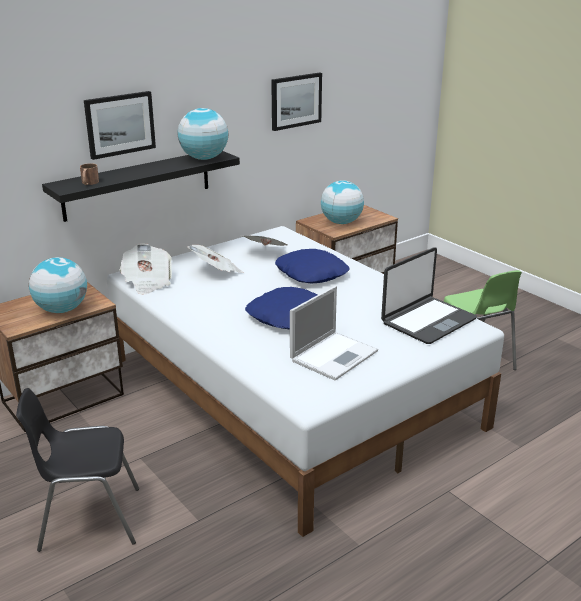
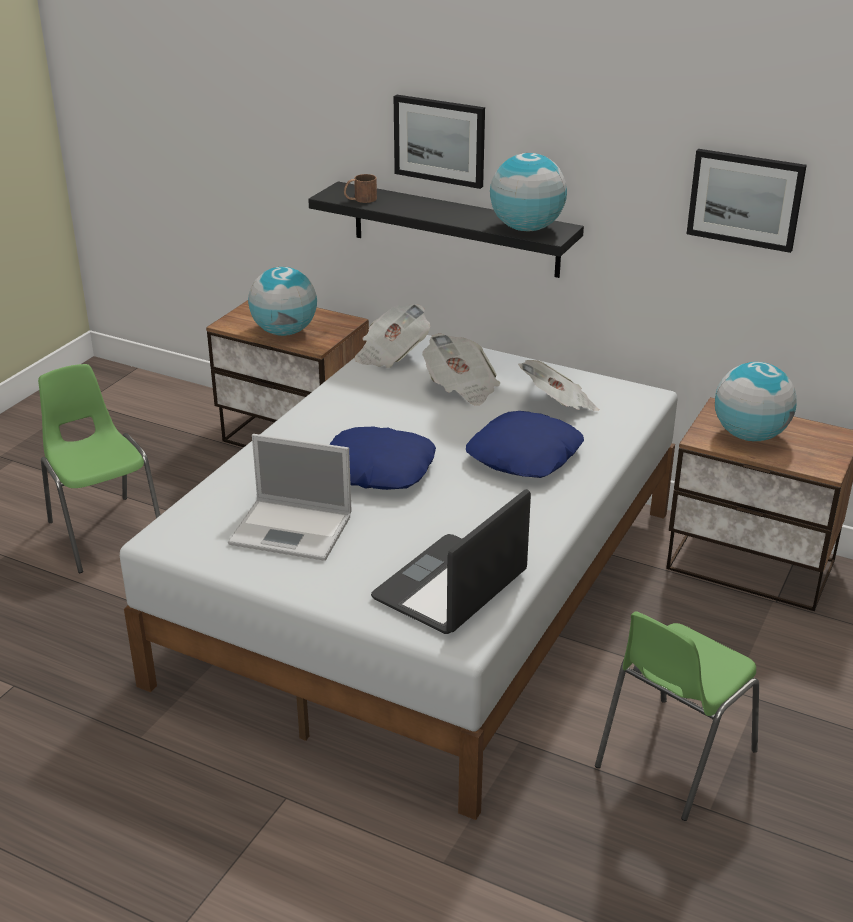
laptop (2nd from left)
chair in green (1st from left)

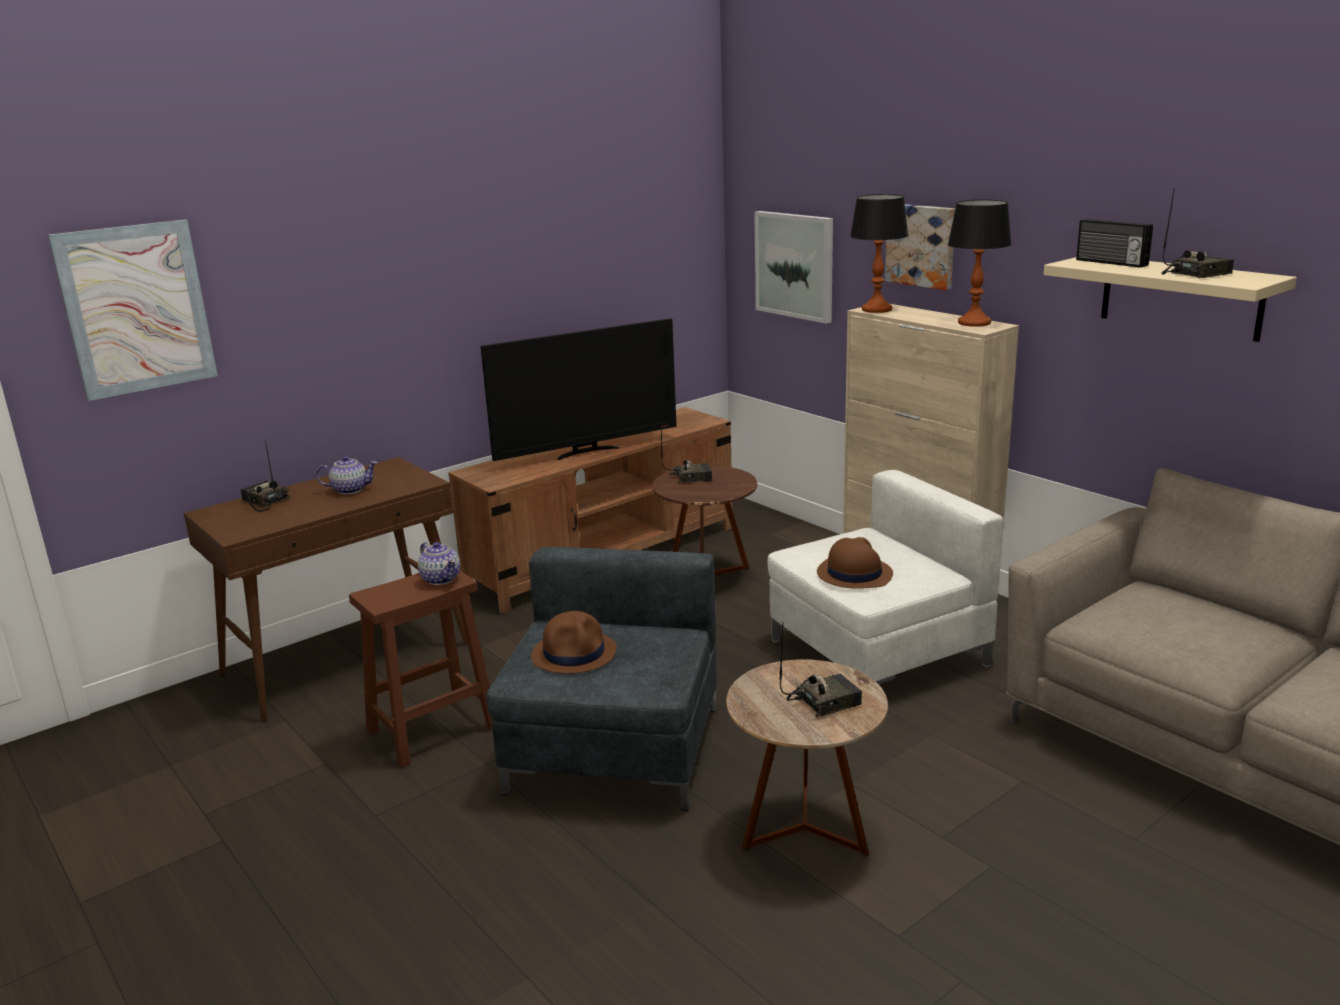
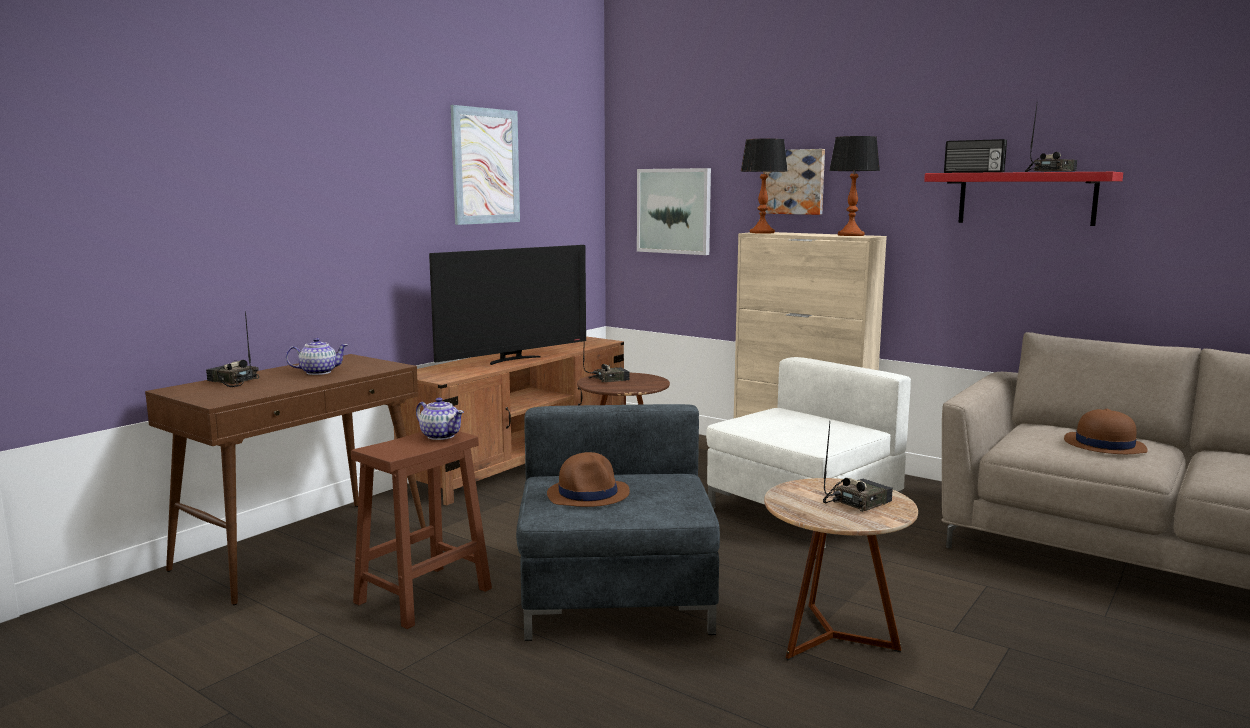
picture (1st from left)
shelf in red
hat in brown (2nd from left)

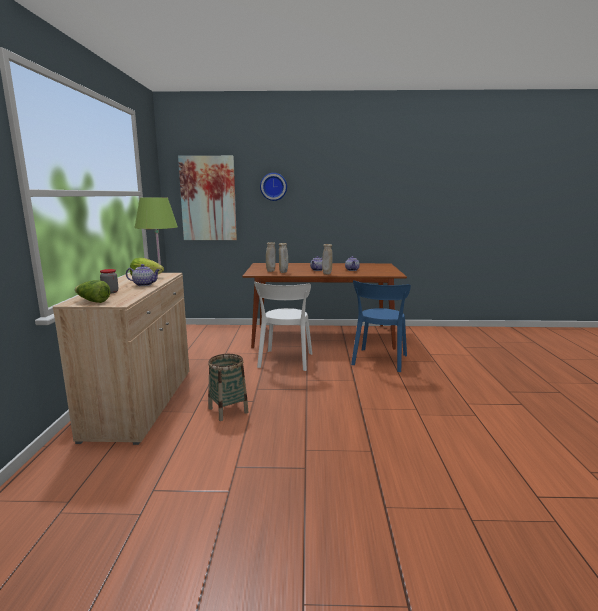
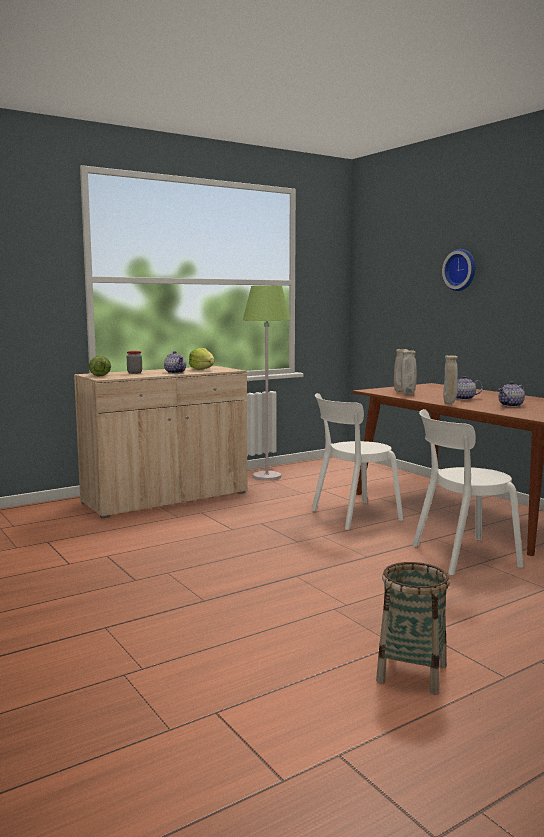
picture
chair in white (2nd from left)
basket

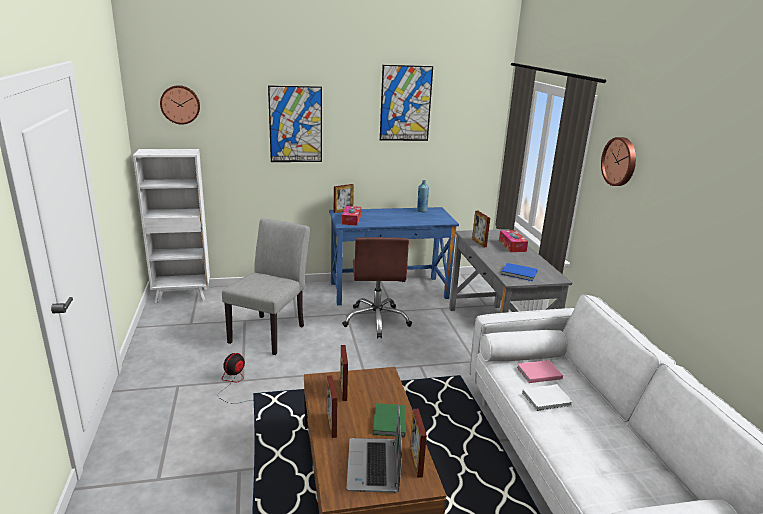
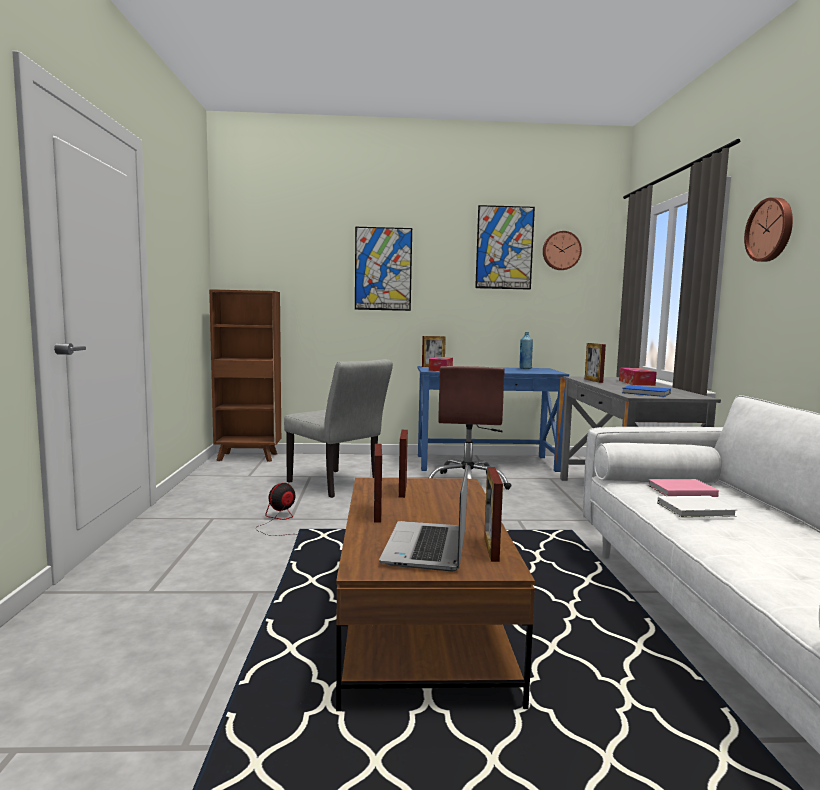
wall clock (1st from left)
bookcase in brown
chair in grey
book in green

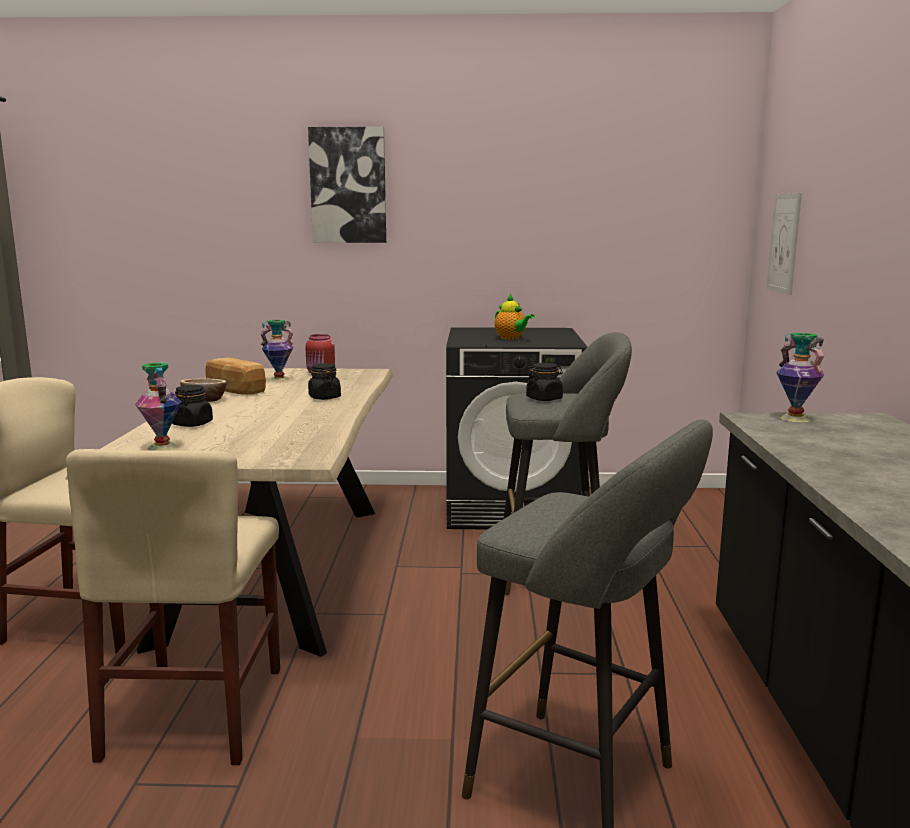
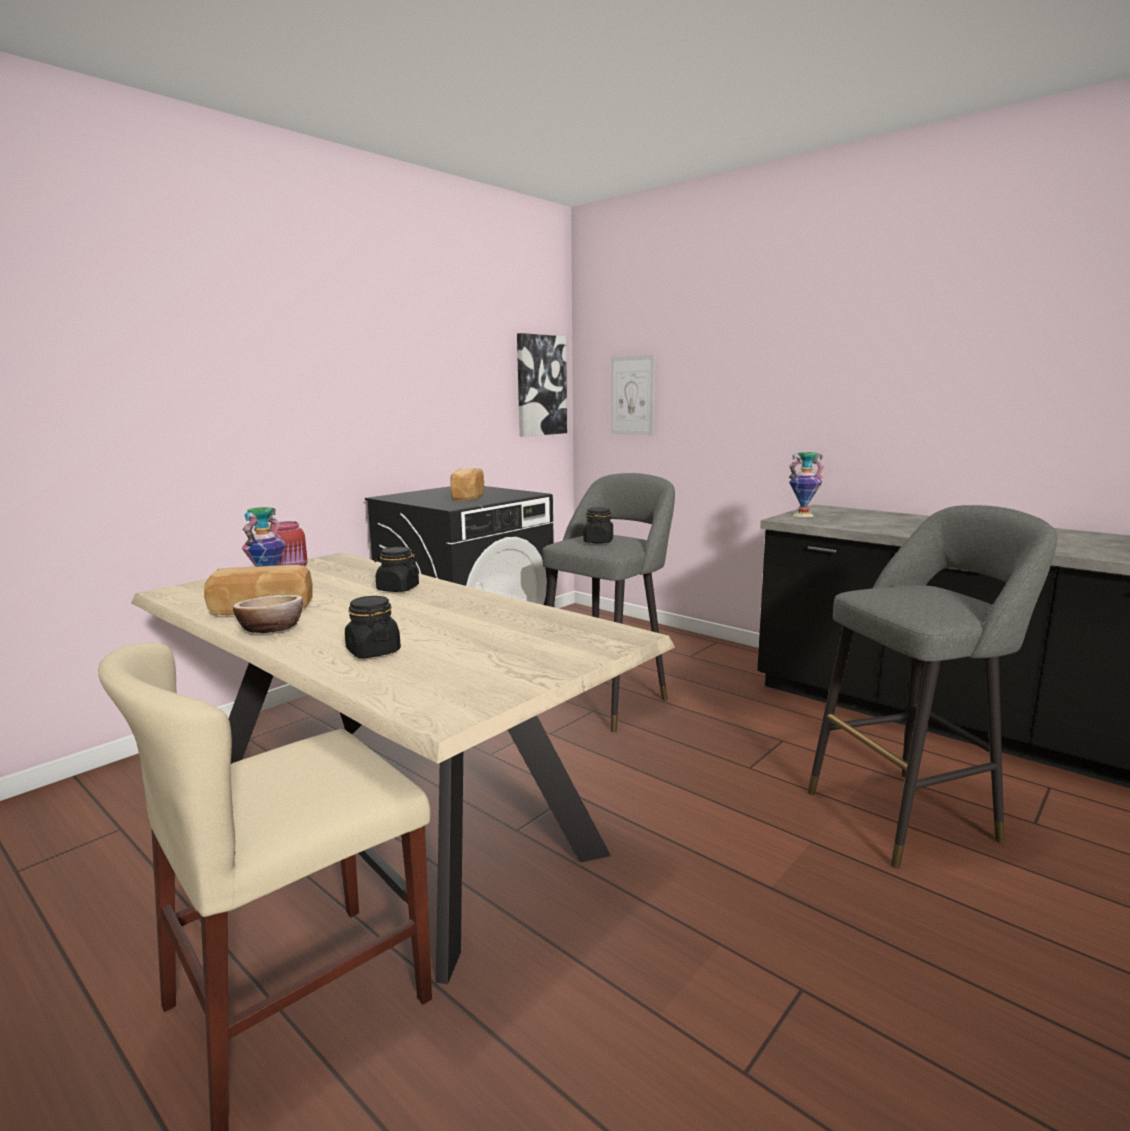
picture (1st from left)
bread (2nd from left)
vase (1st from left in the first image)
chair in beige (2nd from left in the first image)

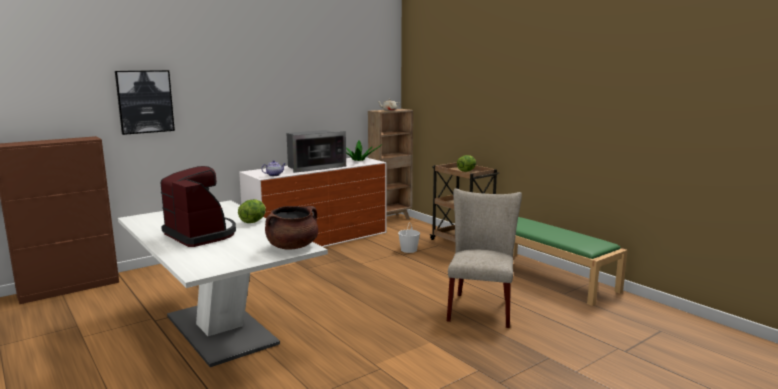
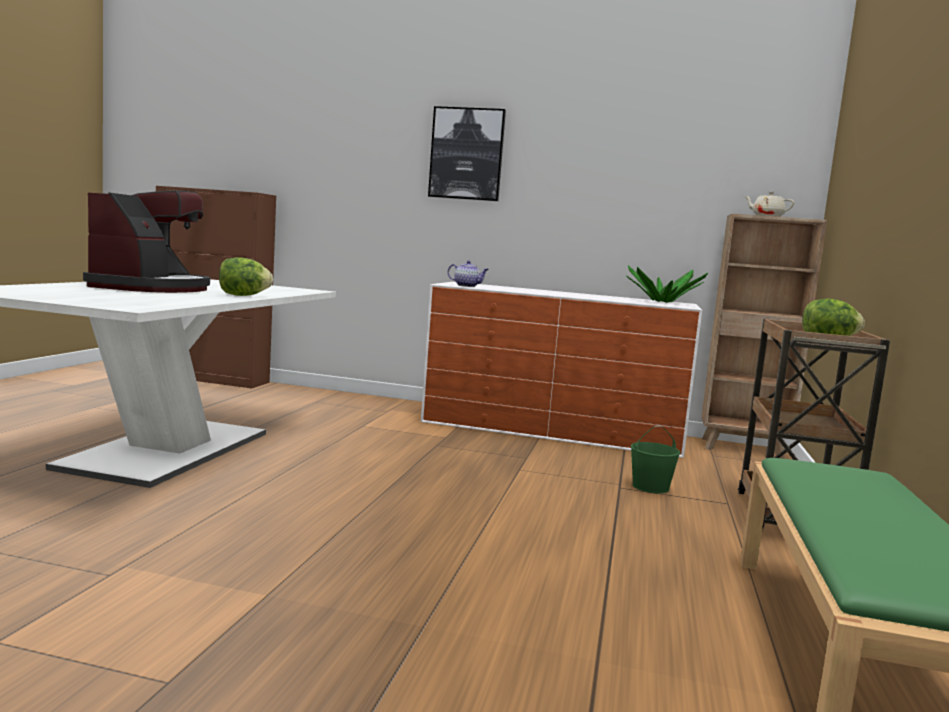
picture
microwave
chair in beige
cooking pot in brown
bucket in green

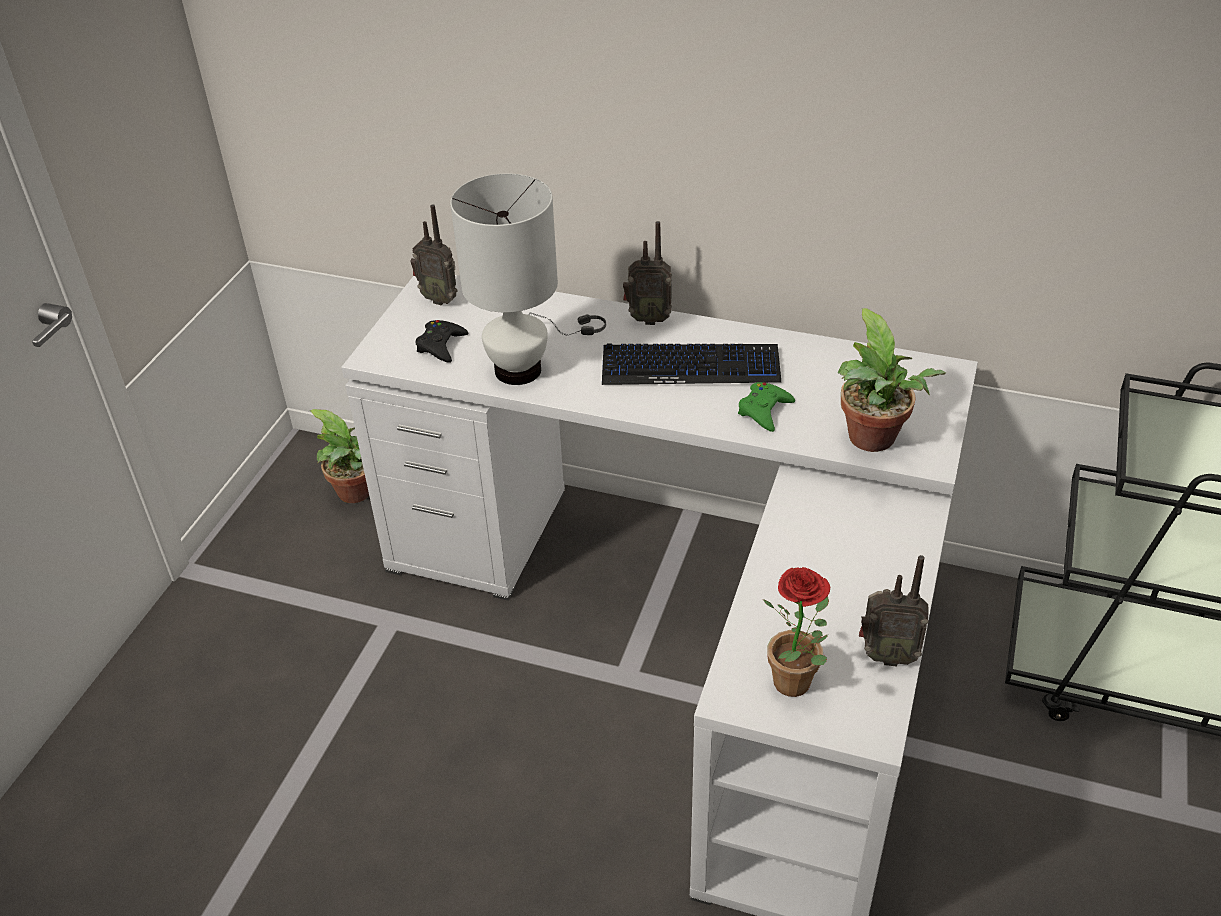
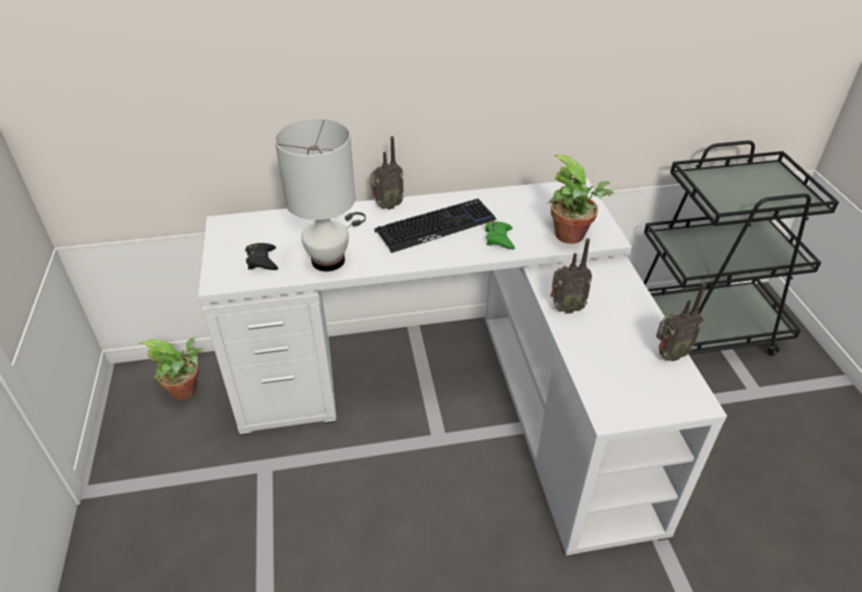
radio (2nd from left)
potted plant (2nd from left in the first image)

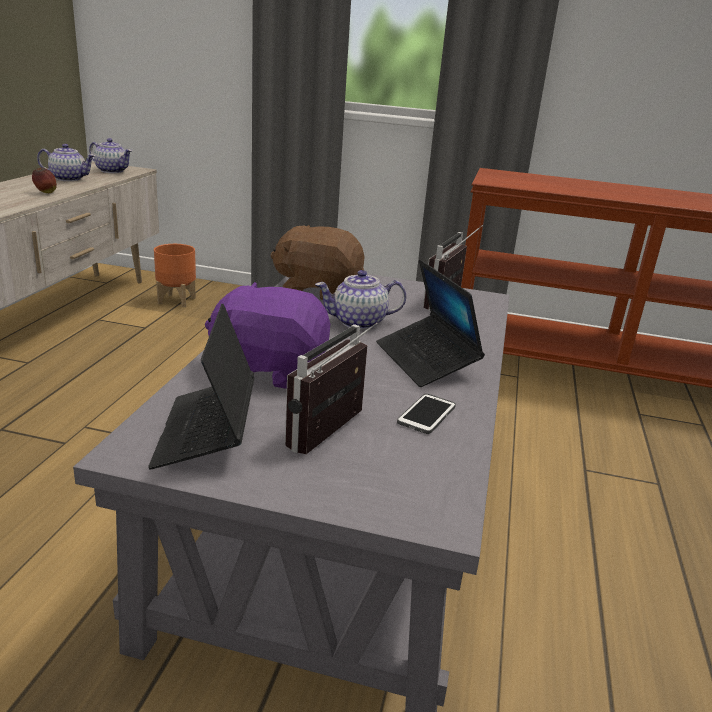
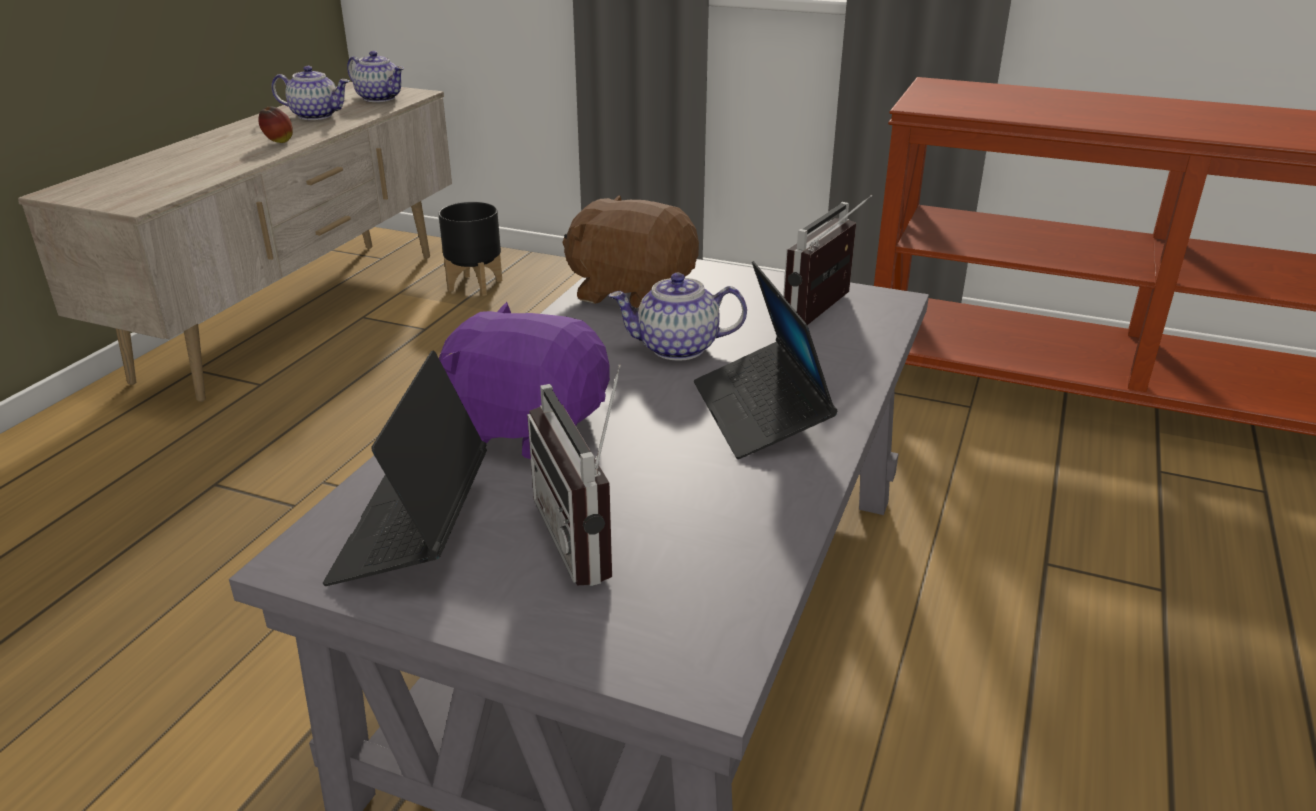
planter in black
radio (1st from left)
phone

